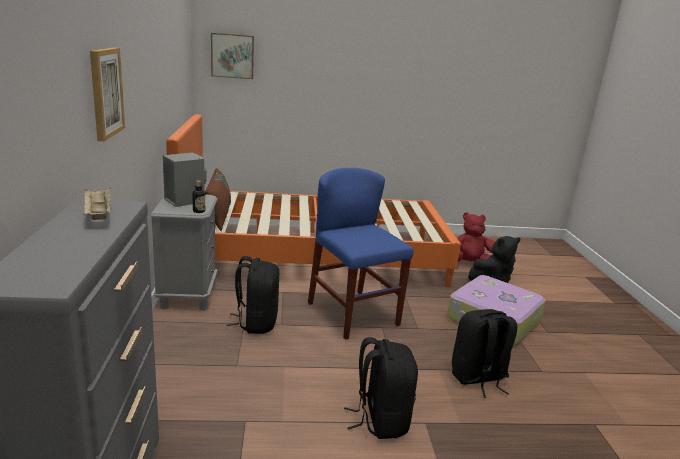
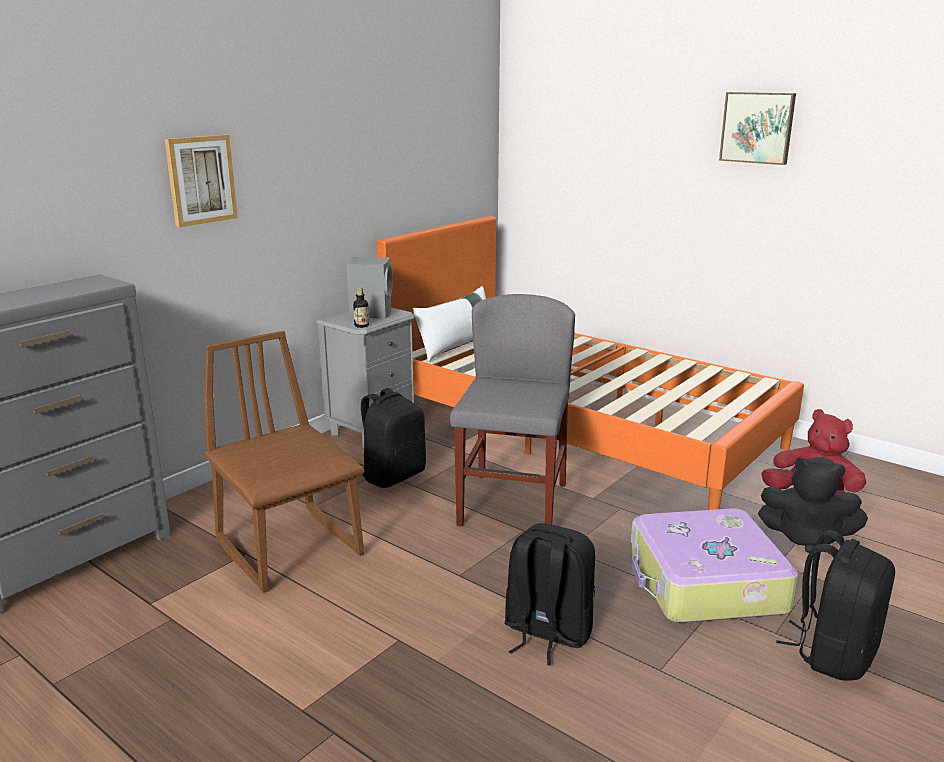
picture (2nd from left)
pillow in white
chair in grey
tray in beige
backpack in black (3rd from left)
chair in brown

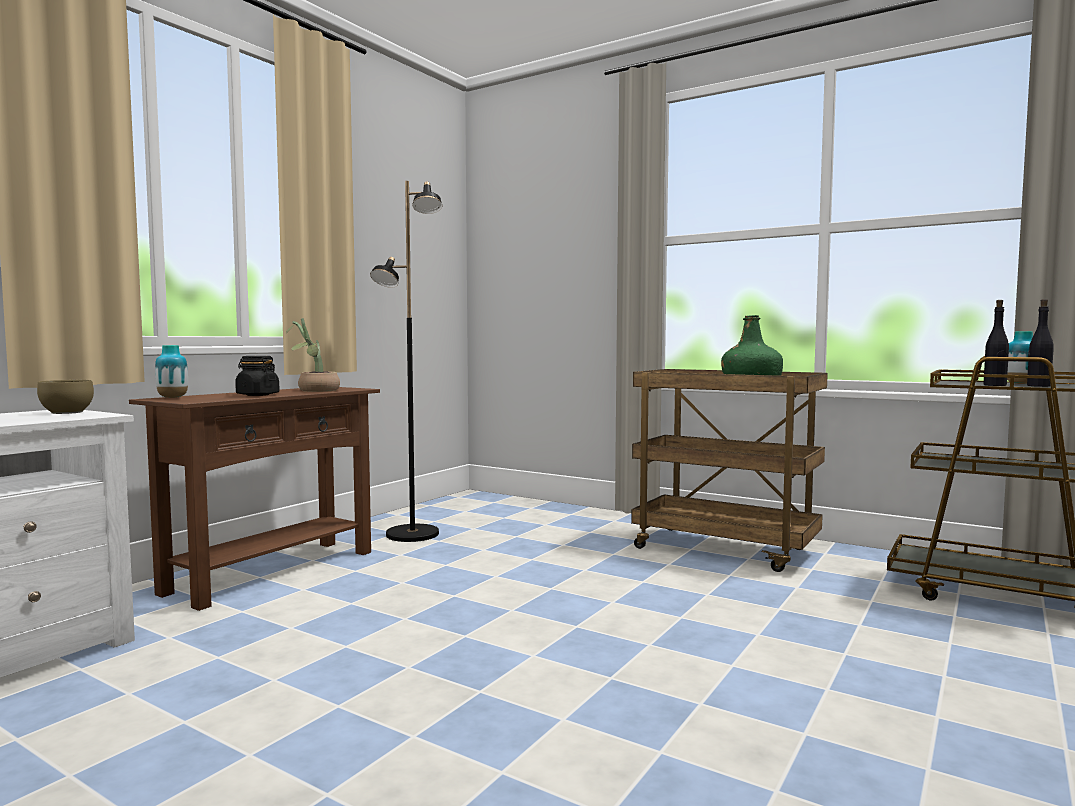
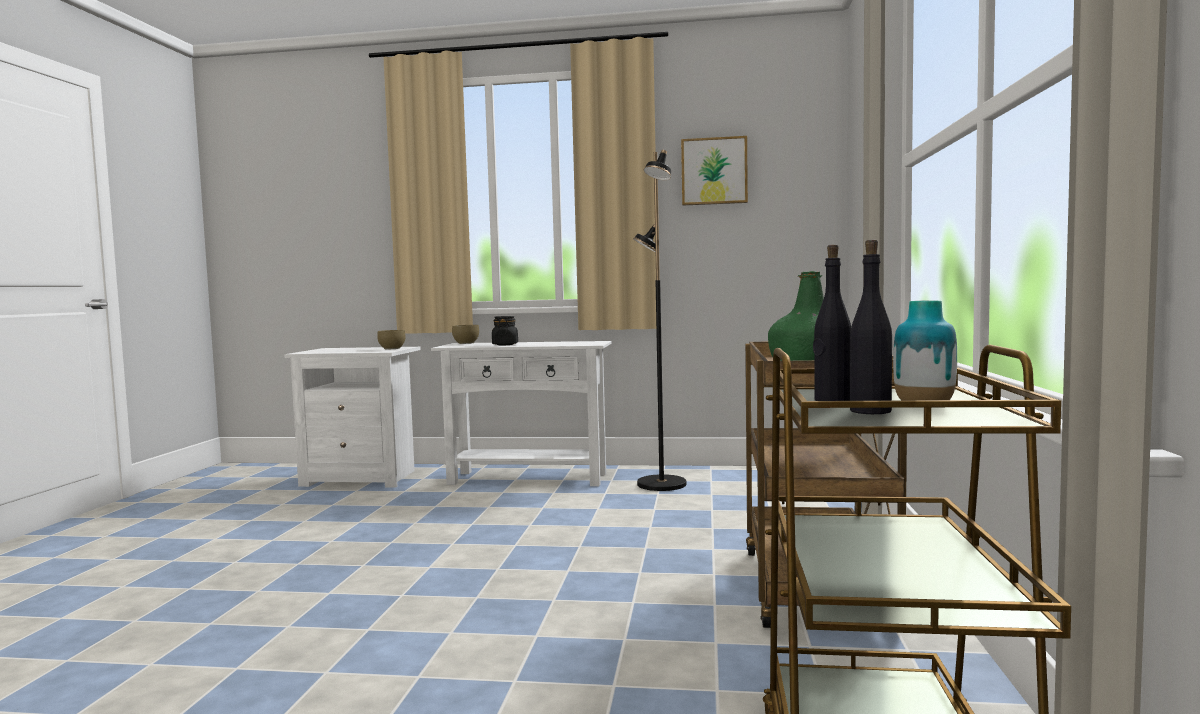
potted plant
bowl in brown (2nd from left)
console table in white
picture

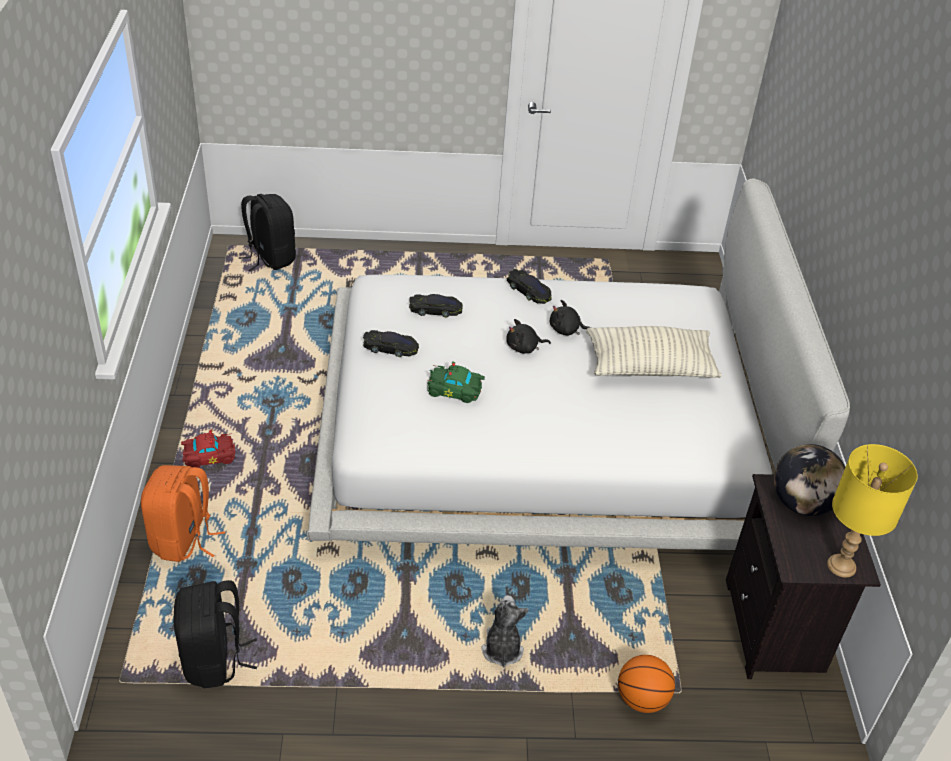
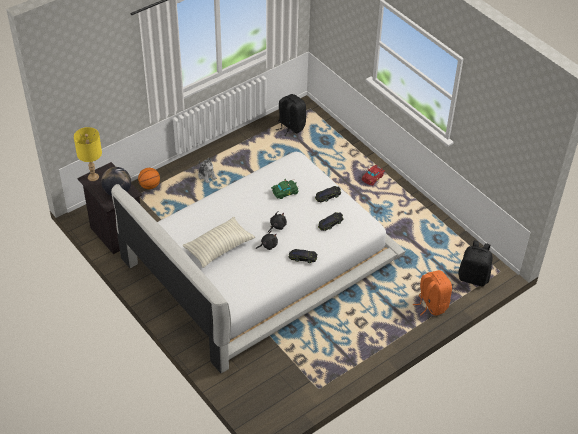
backpack in orange

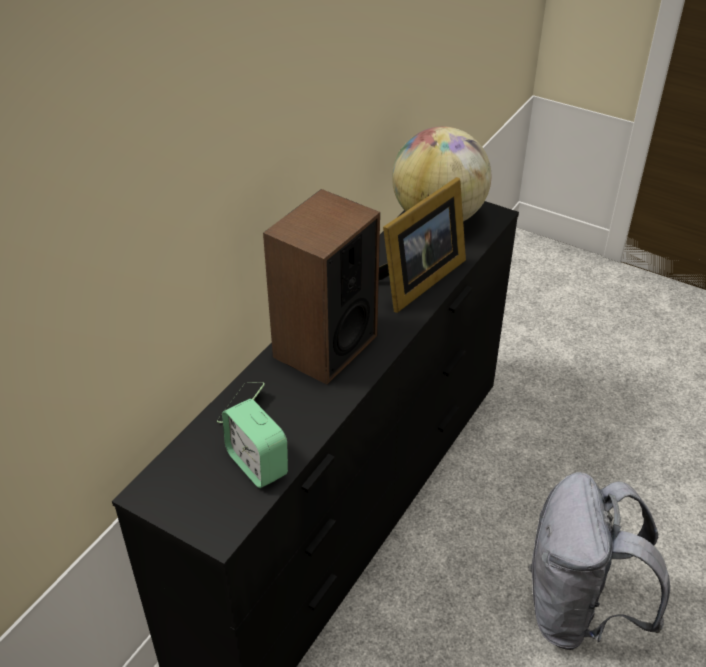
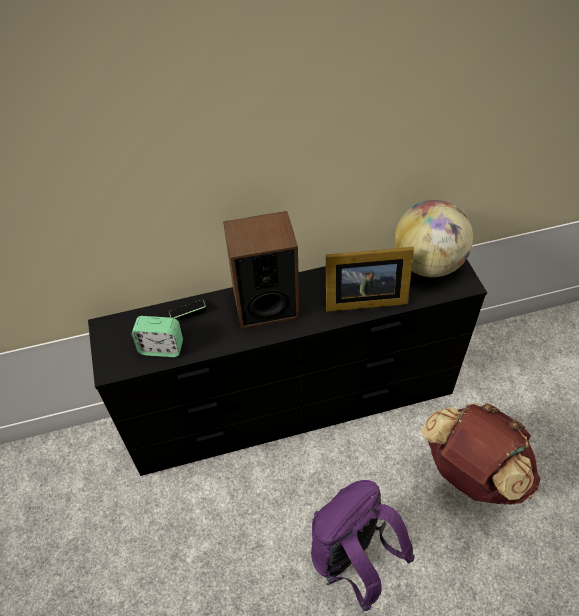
alarm clock
backpack in purple
backpack in brown

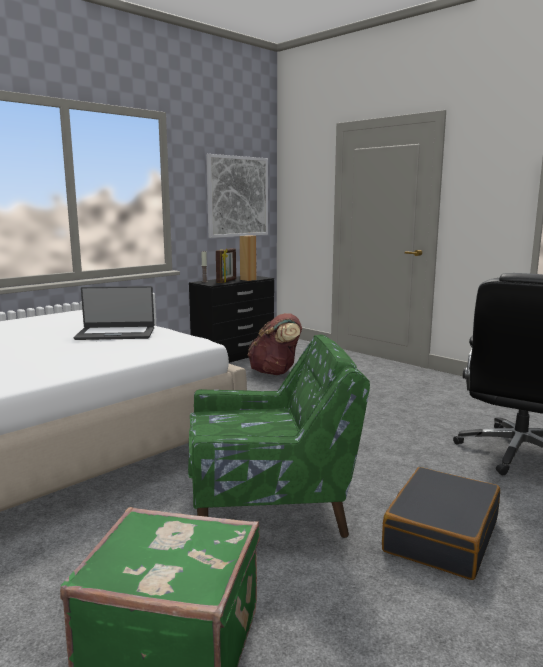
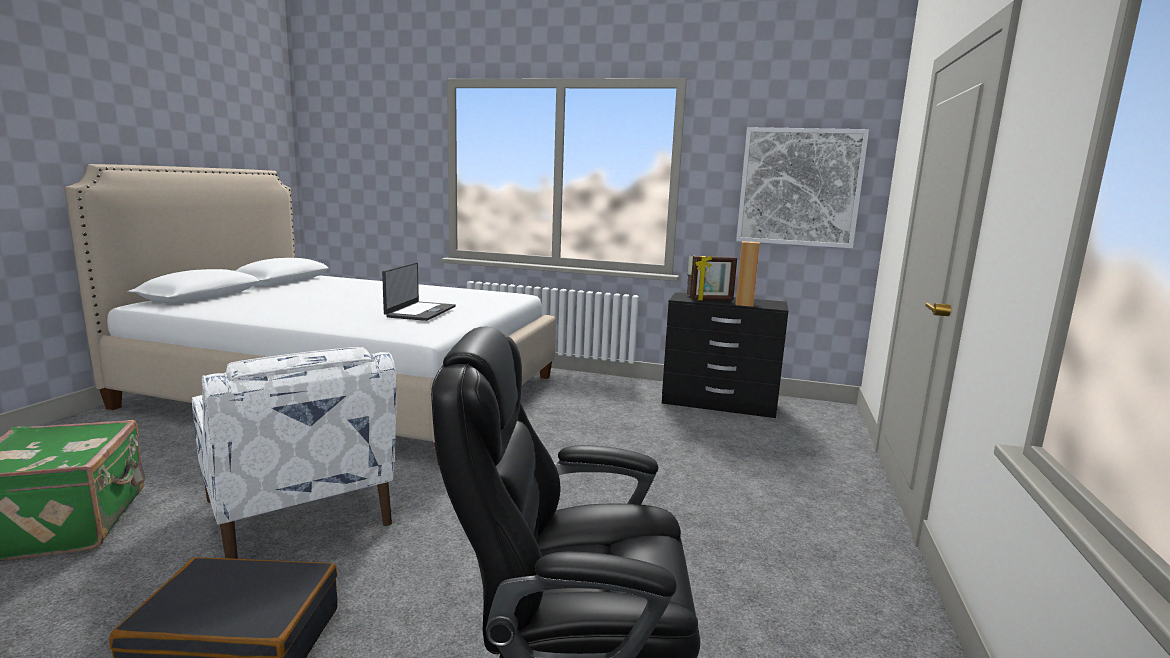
laptop
backpack in brown
armchair in white

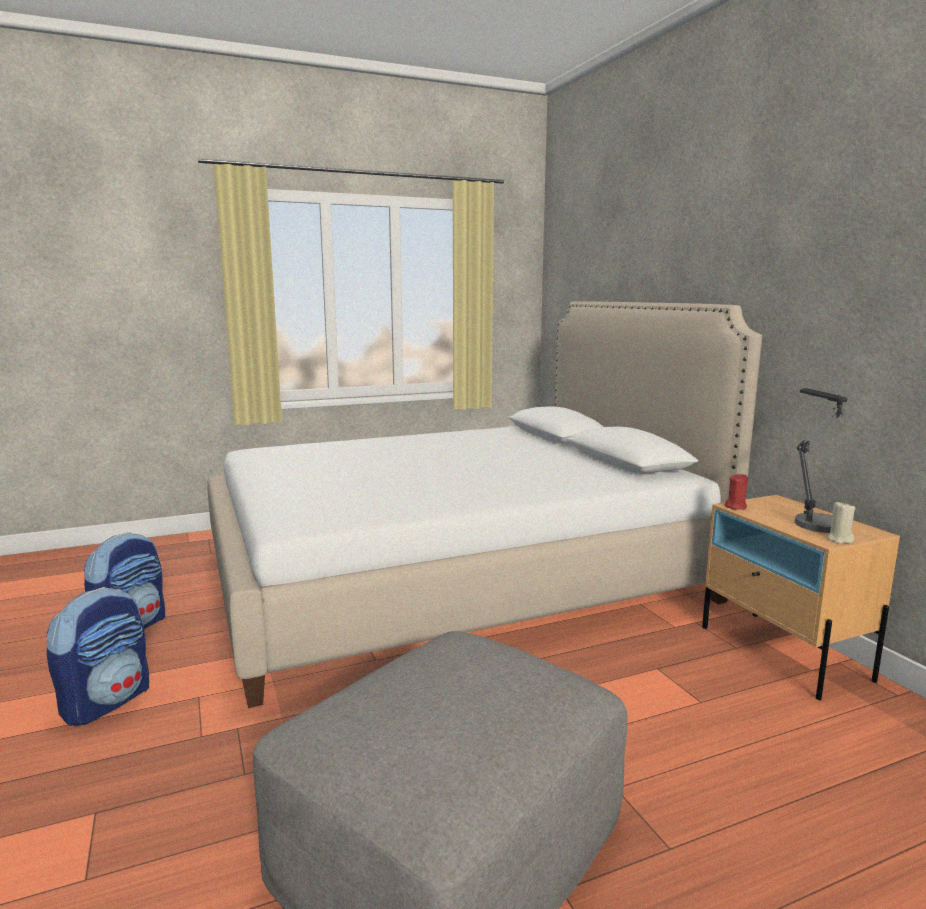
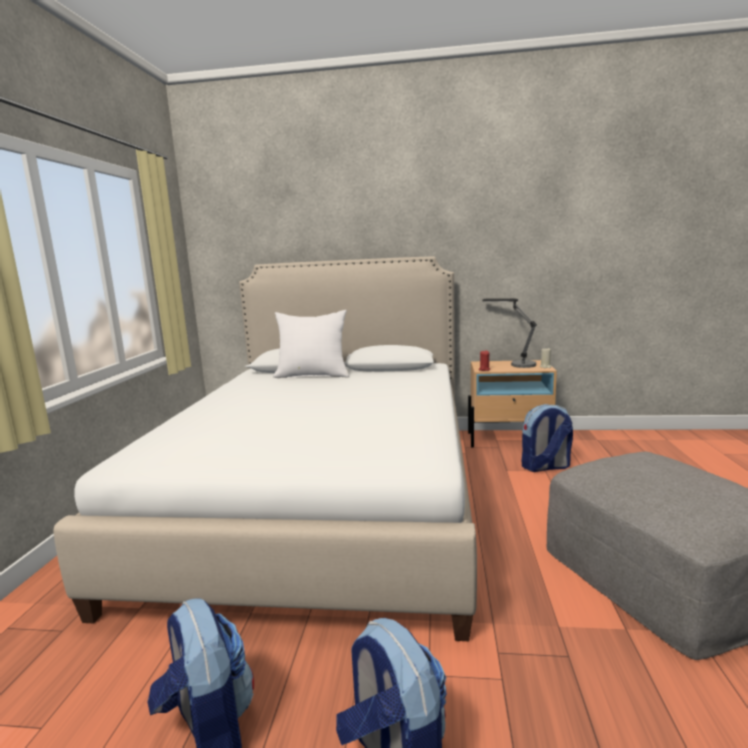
pillow in white
backpack (3rd from left)

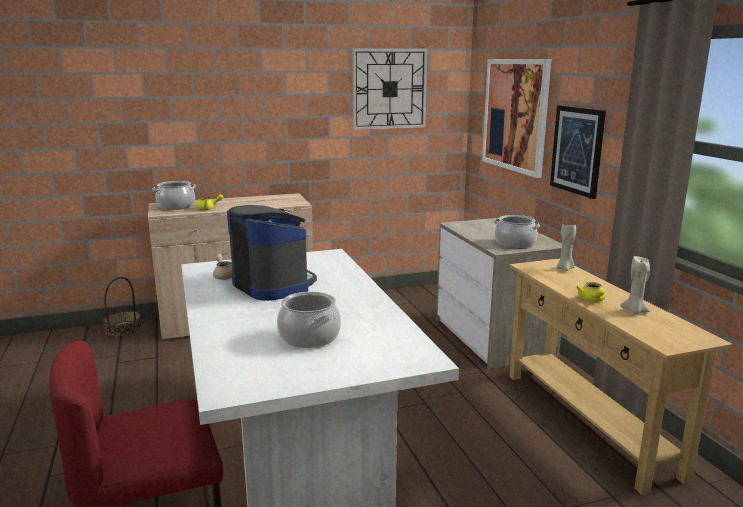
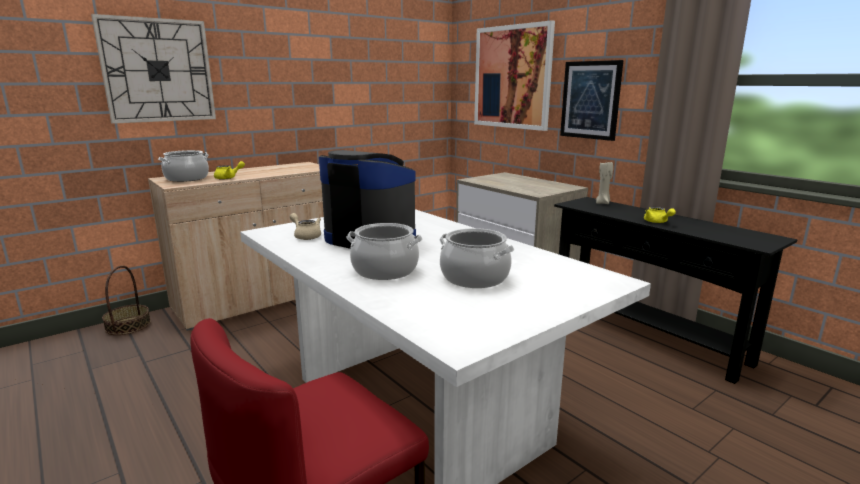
wall clock
cooking pot (2nd from left)
candle in beige (2nd from left in the first image)
console table in black

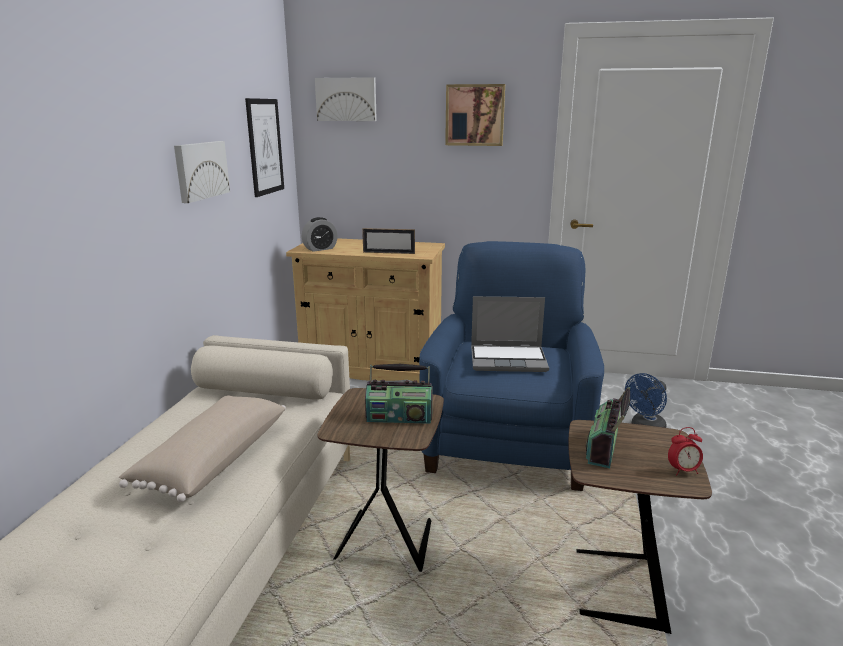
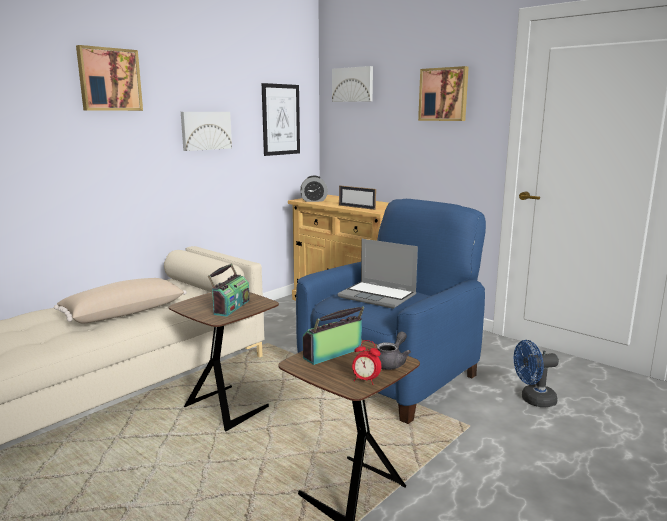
radio (1st from left)
picture (1st from left)
teapot in grey

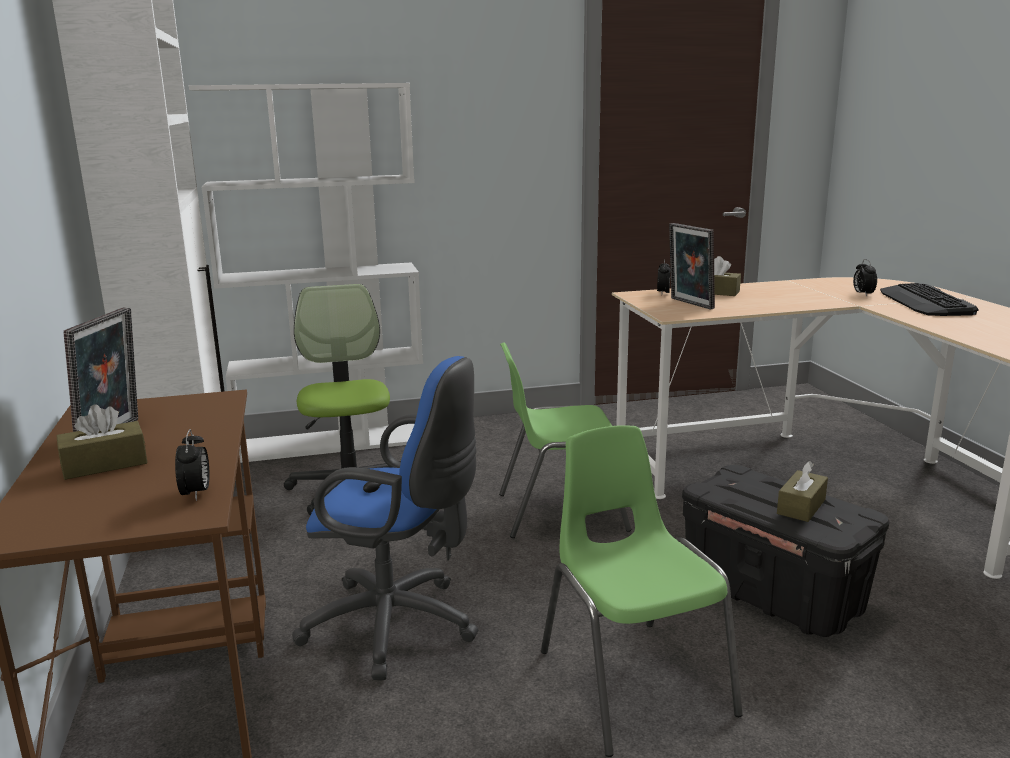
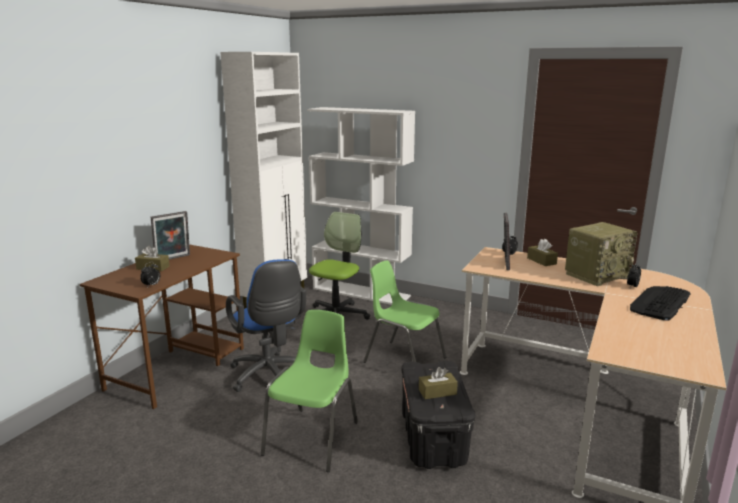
radio

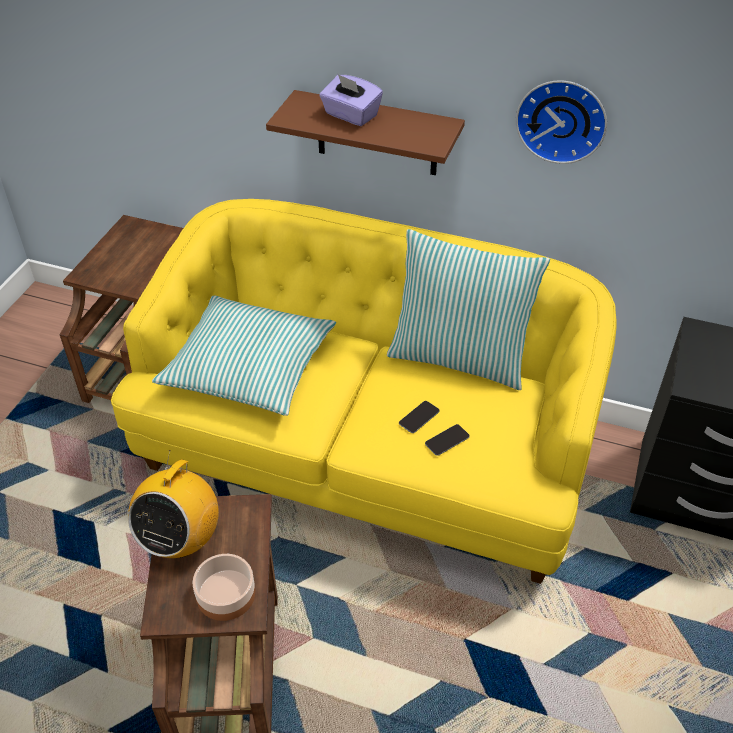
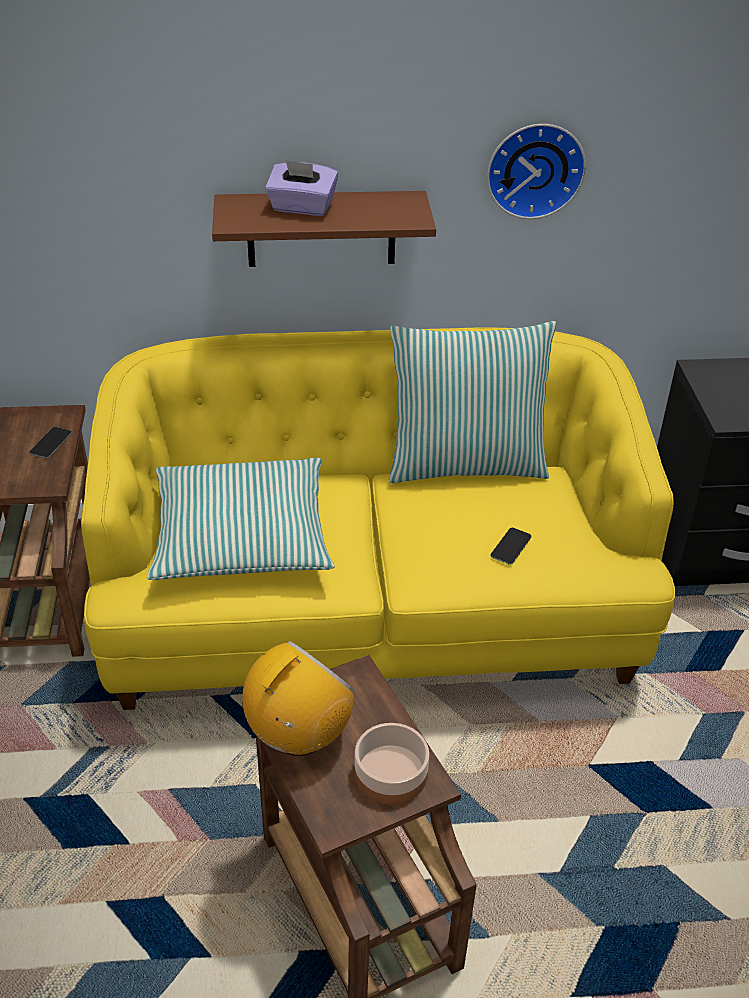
phone (1st from left)
radio

